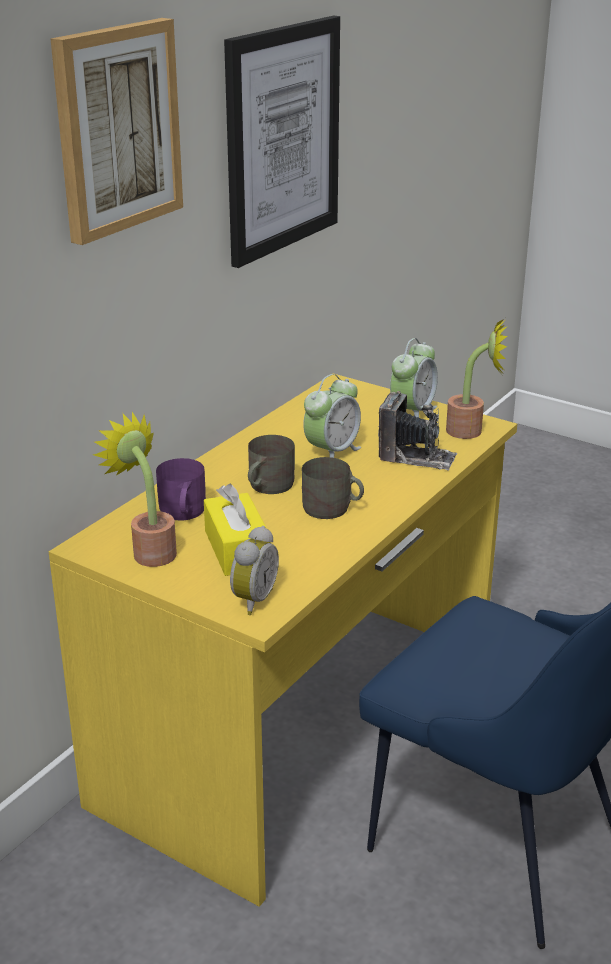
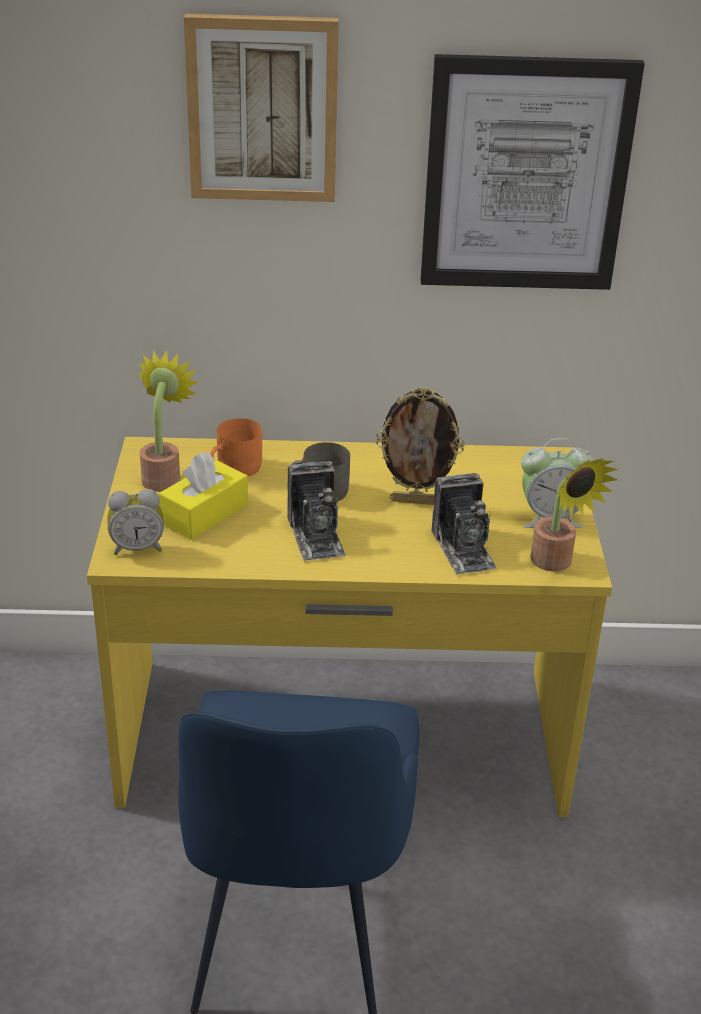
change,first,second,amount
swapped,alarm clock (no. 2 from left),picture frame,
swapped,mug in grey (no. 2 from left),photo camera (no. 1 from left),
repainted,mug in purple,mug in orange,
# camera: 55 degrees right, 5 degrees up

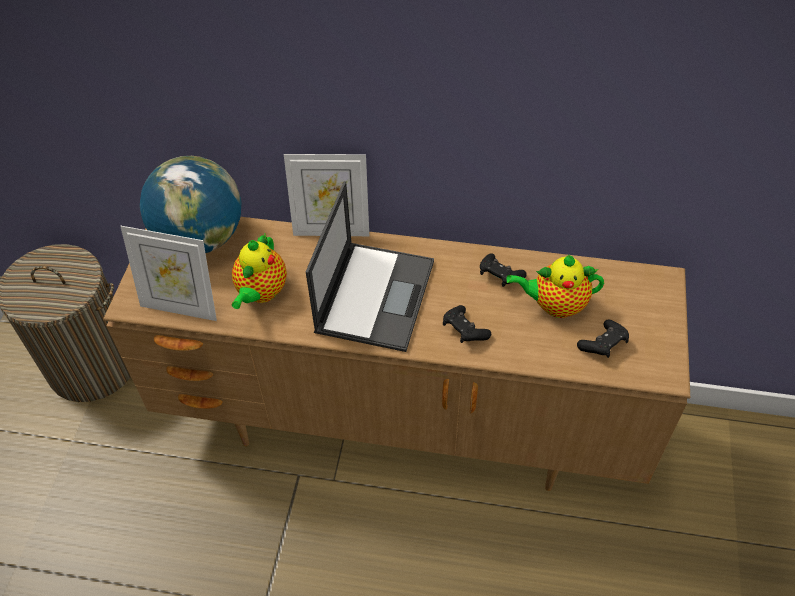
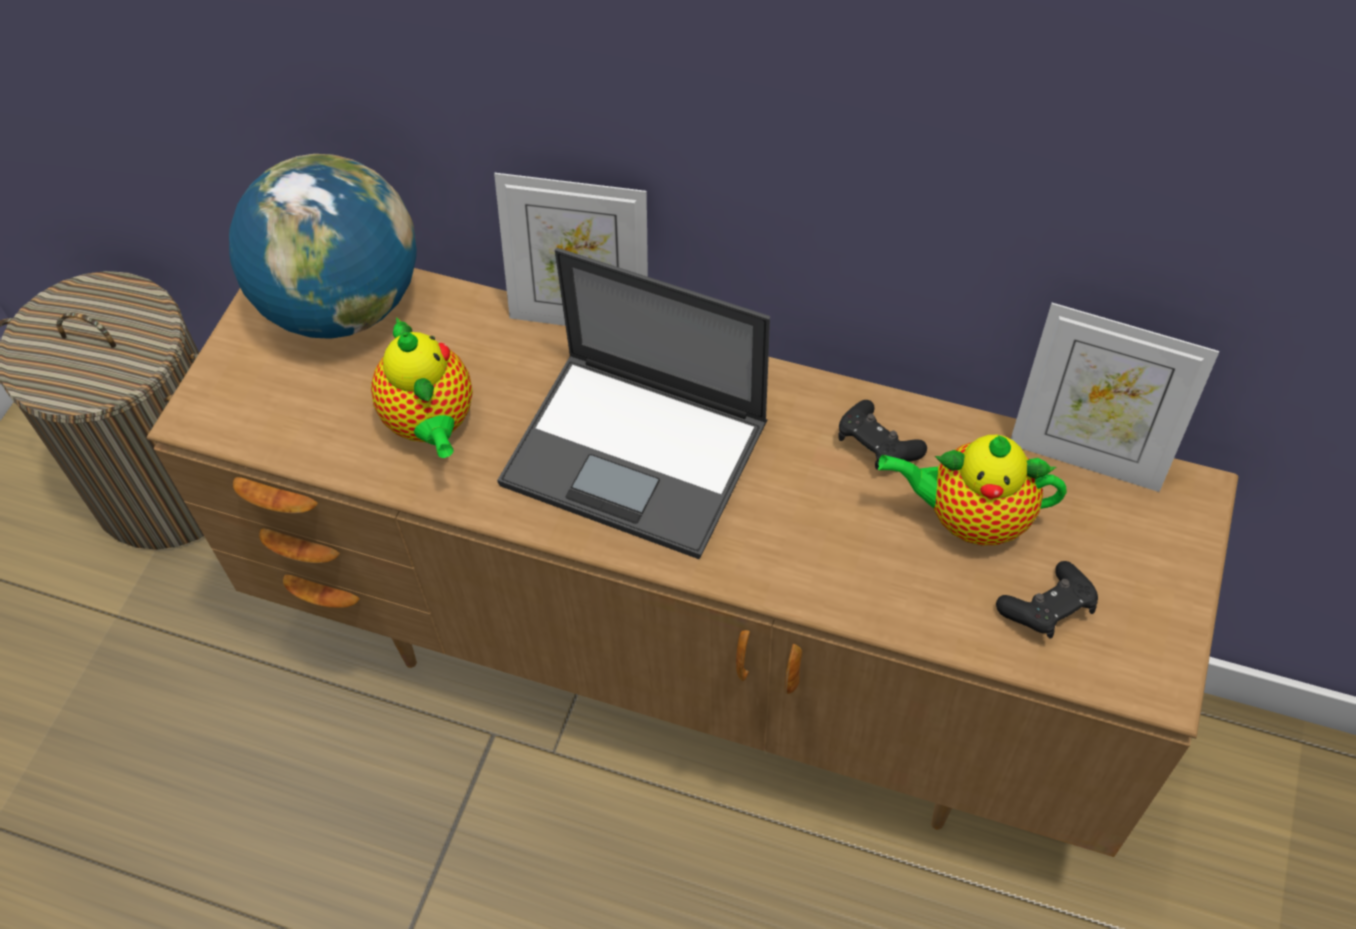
change,first,second,amount
rotated,laptop,,90 degrees clockwise
shifted,picture frame (no. 1 from left in the first image),picture frame (no. 2 from left),
rotated,teapot (no. 1 from left),,45 degrees counterclockwise
gone,game controller in black (no. 1 from left),,
# camera: 10 degrees right, 5 degrees up

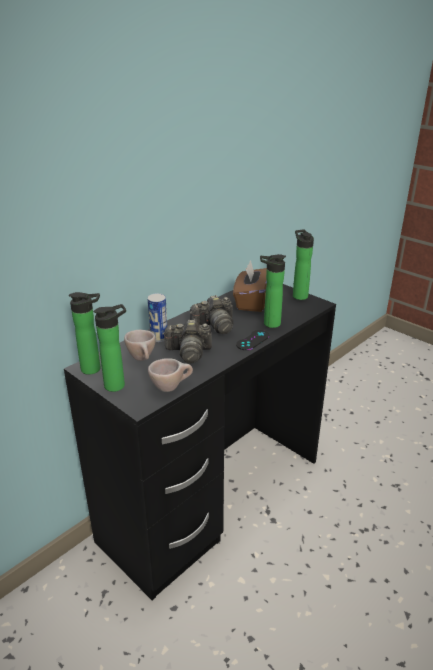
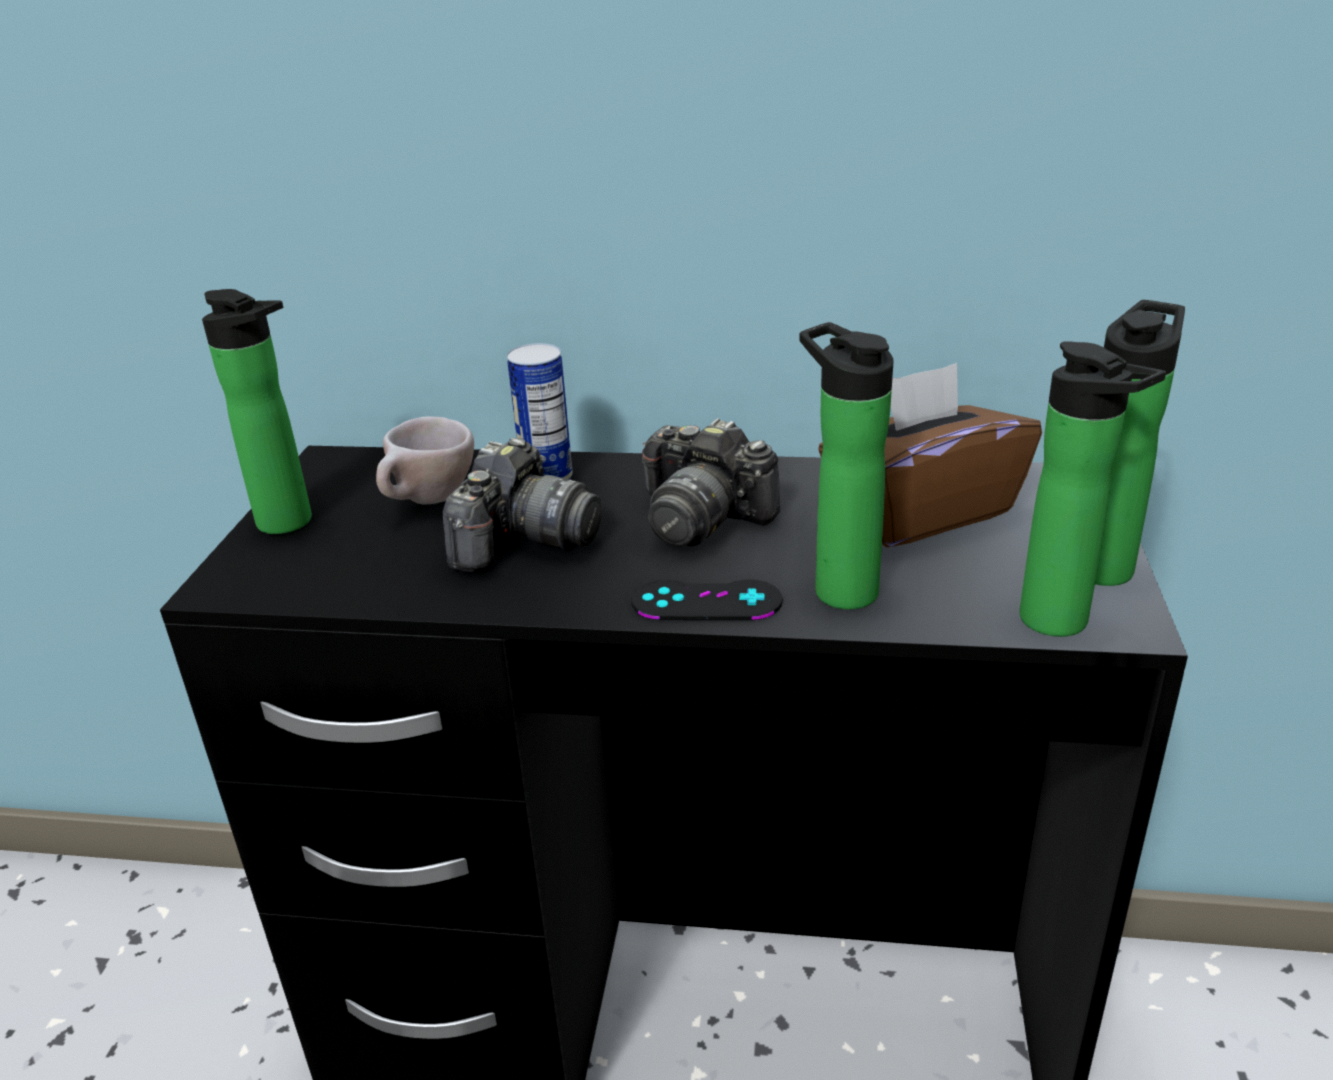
change,first,second,amount
shifted,bottle (no. 1 from left in the first image),bottle (no. 3 from left),
rotated,photo camera (no. 1 from left),,120 degrees counterclockwise
gone,cup in beige (no. 2 from left),,
# camera: 55 degrees right, 0 degrees up

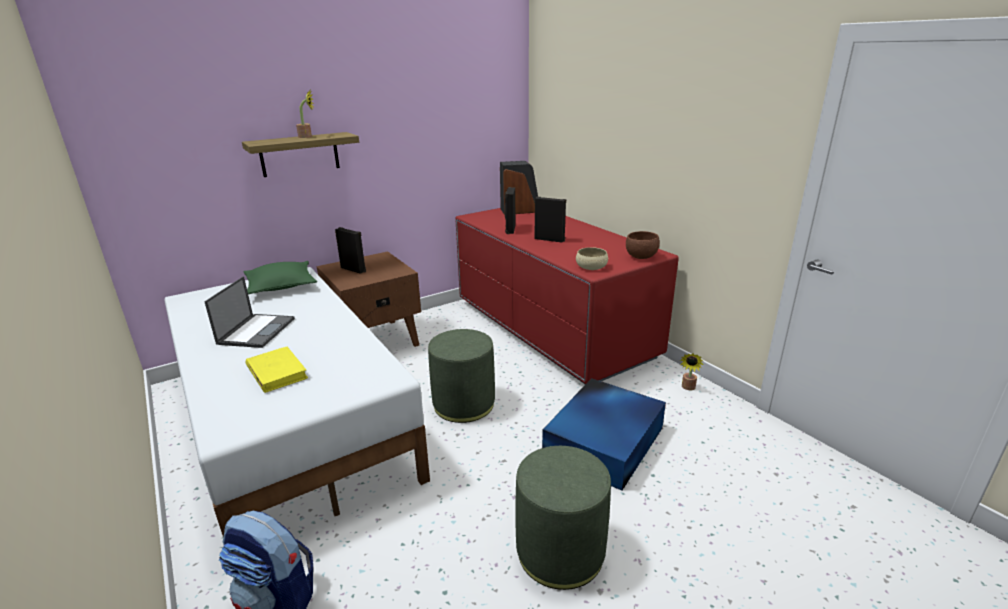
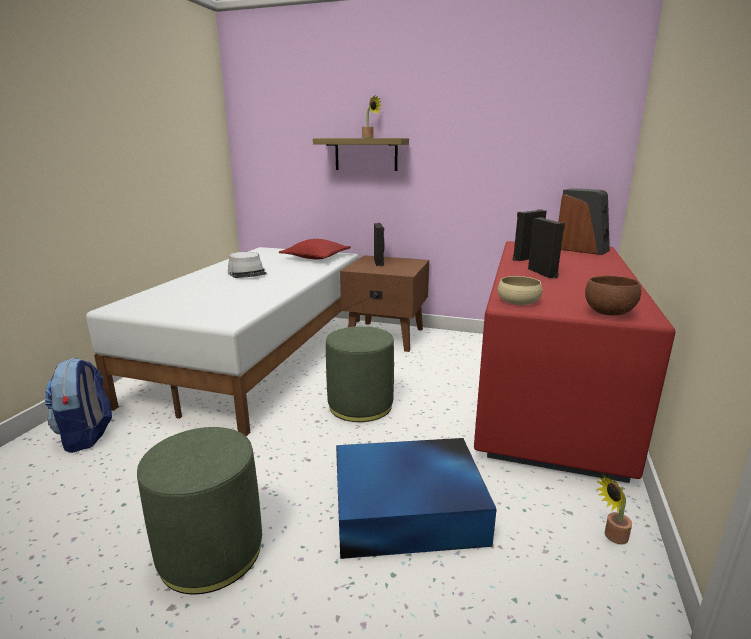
change,first,second,amount
repainted,pillow in green,pillow in red,
swapped,laptop,hat in grey,
gone,book in yellow,,
# camera: 50 degrees right, 5 degrees down

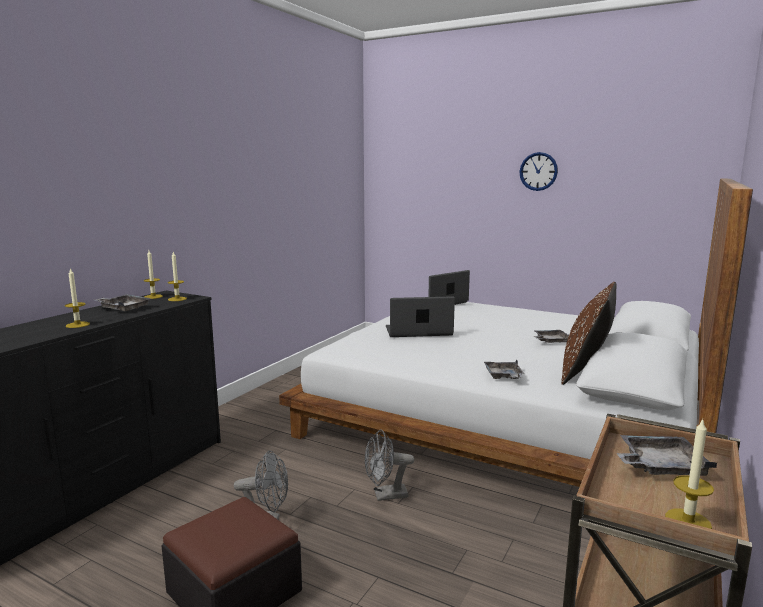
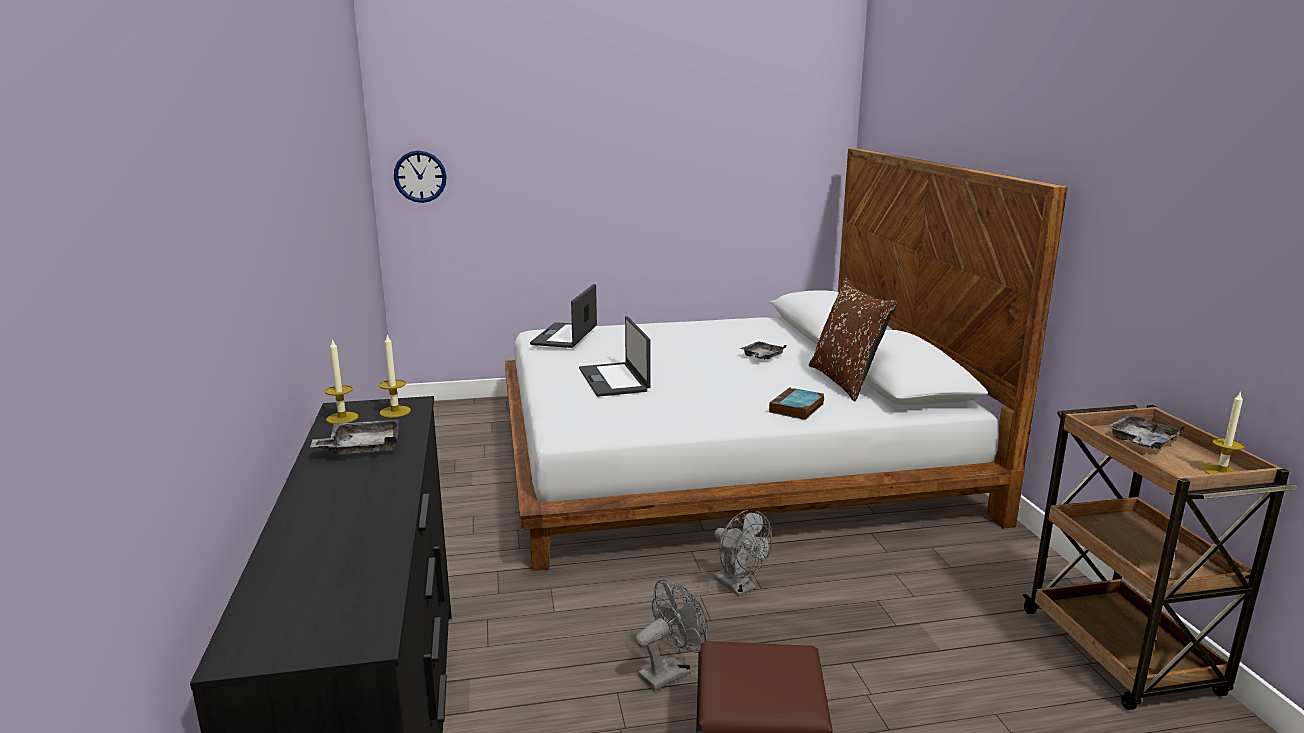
change,first,second,amount
shifted,wall clock,,
gone,candle (no. 1 from left),,
rotated,laptop (no. 1 from left in the first image),laptop (no. 2 from left),60 degrees counterclockwise
swapped,tray in grey (no. 2 from left),book,
rotated,fan in grey (no. 2 from left),,75 degrees counterclockwise
# camera: 40 degrees left, 5 degrees up

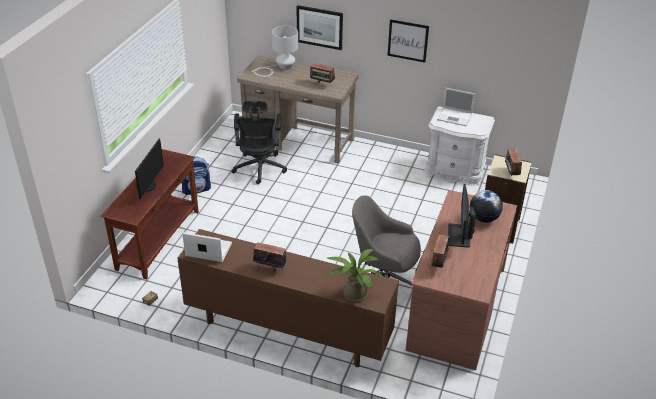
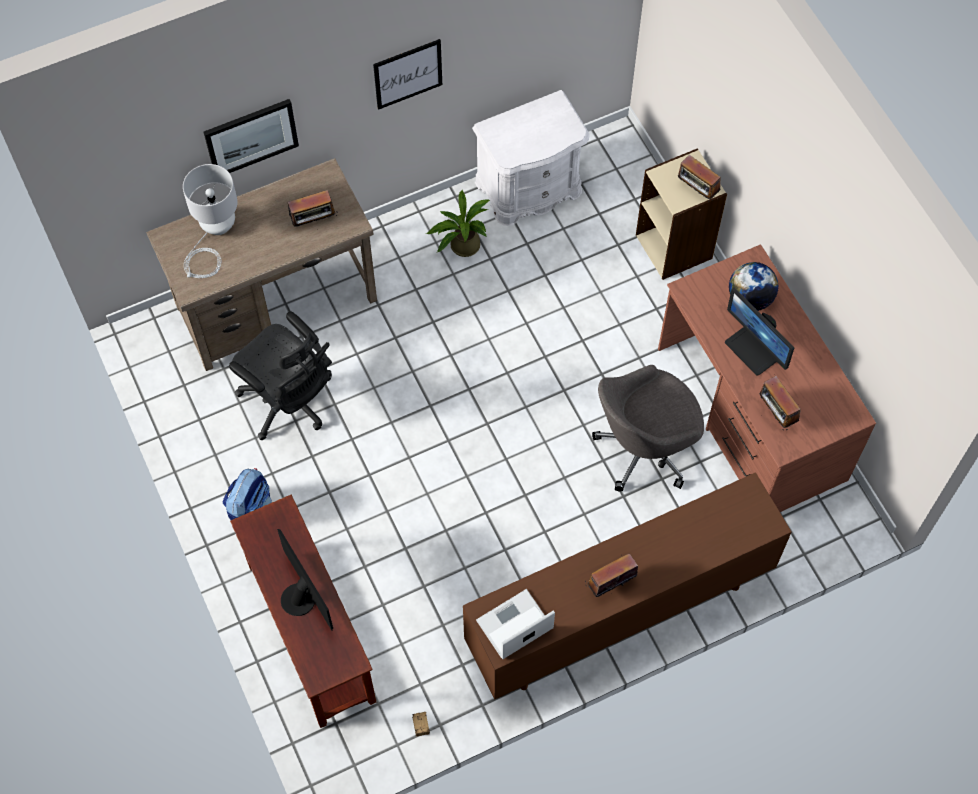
change,first,second,amount
gone,laptop (no. 2 from left),,
shifted,potted plant,,
# camera: 45 degrees left, 25 degrees up

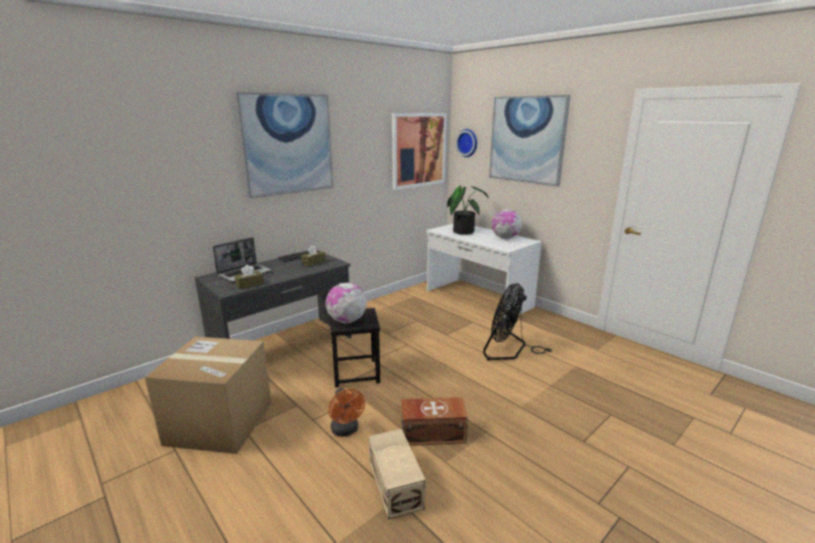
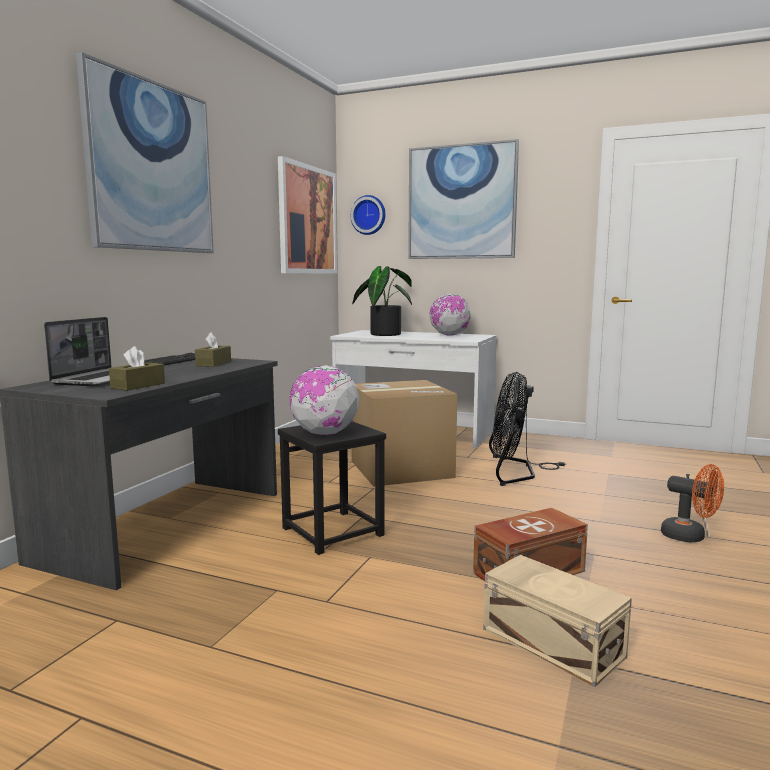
change,first,second,amount
shifted,cardboard box,,
shifted,fan in orange,,
# camera: 25 degrees left, 10 degrees down

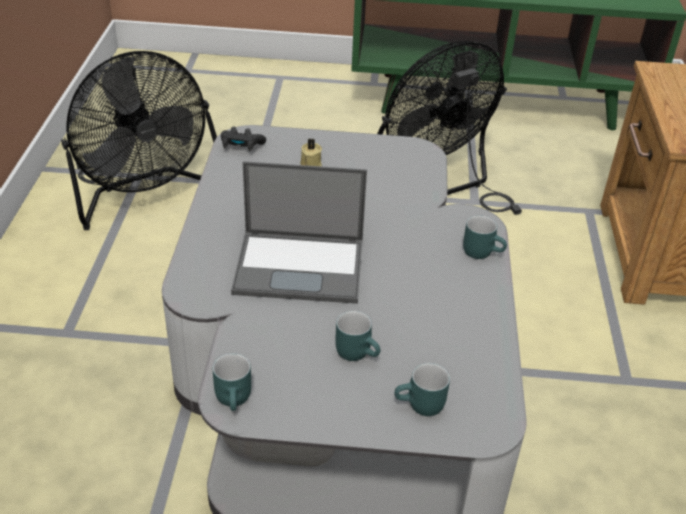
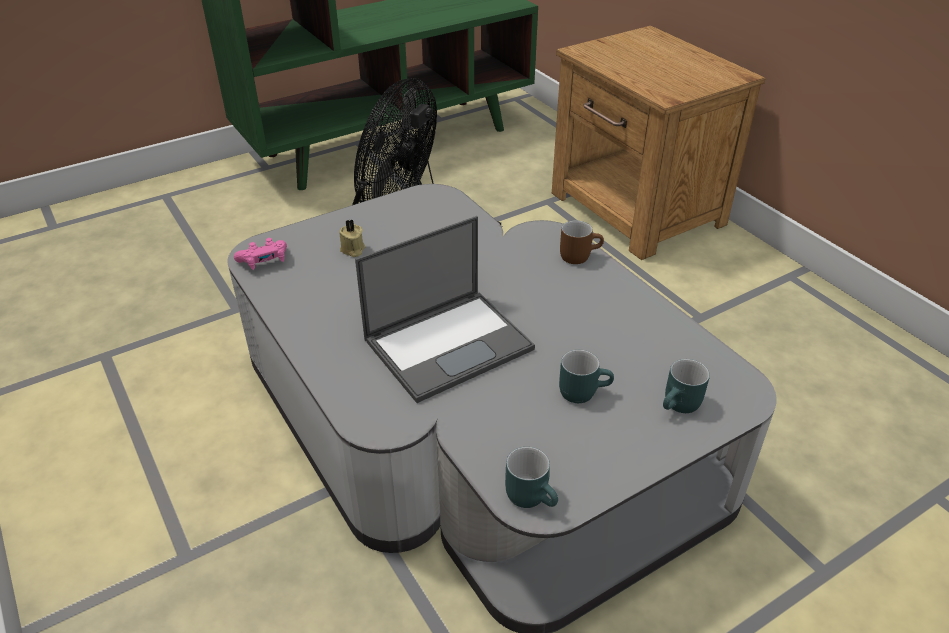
change,first,second,amount
gone,fan in black (no. 1 from left),,
repainted,game controller in black,game controller in pink,
repainted,mug in turquoise (no. 4 from left),mug in brown,
# camera: 35 degrees left, 0 degrees up

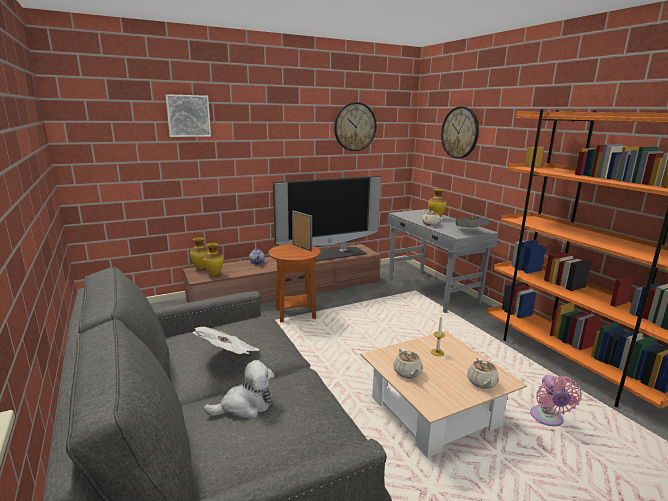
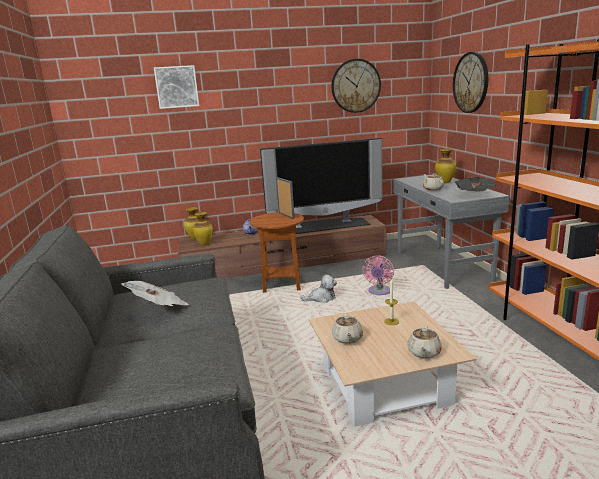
change,first,second,amount
shifted,plush toy,,
shifted,fan in pink,,
# camera: 15 degrees right, 0 degrees up

